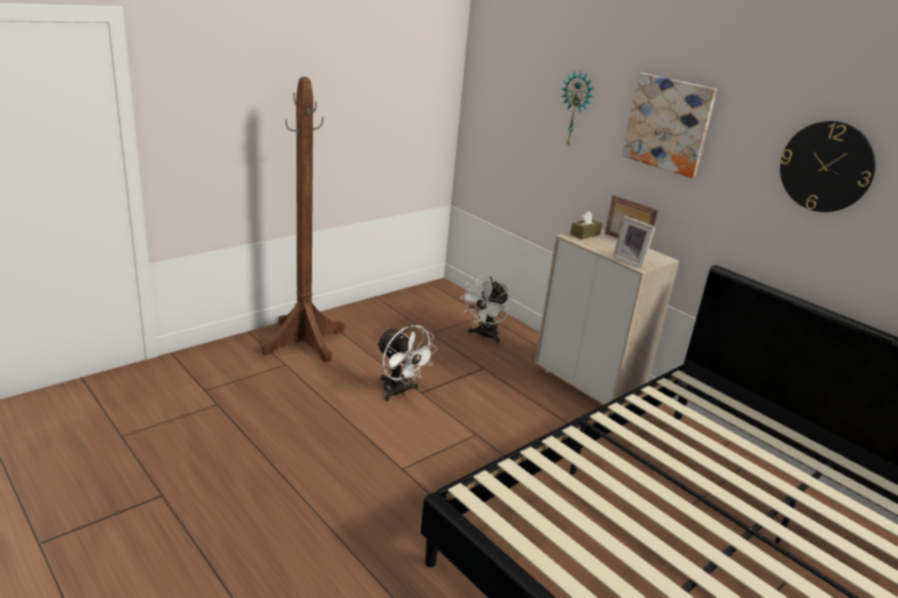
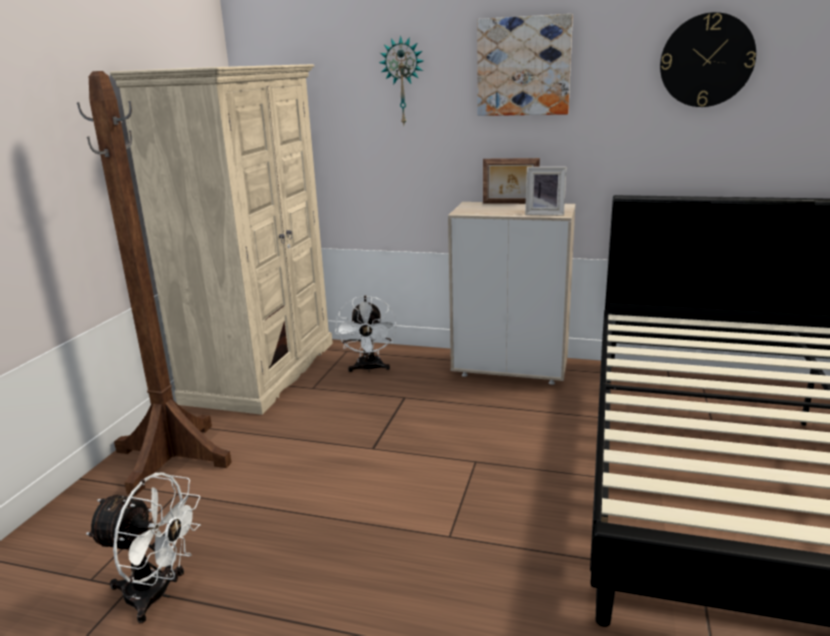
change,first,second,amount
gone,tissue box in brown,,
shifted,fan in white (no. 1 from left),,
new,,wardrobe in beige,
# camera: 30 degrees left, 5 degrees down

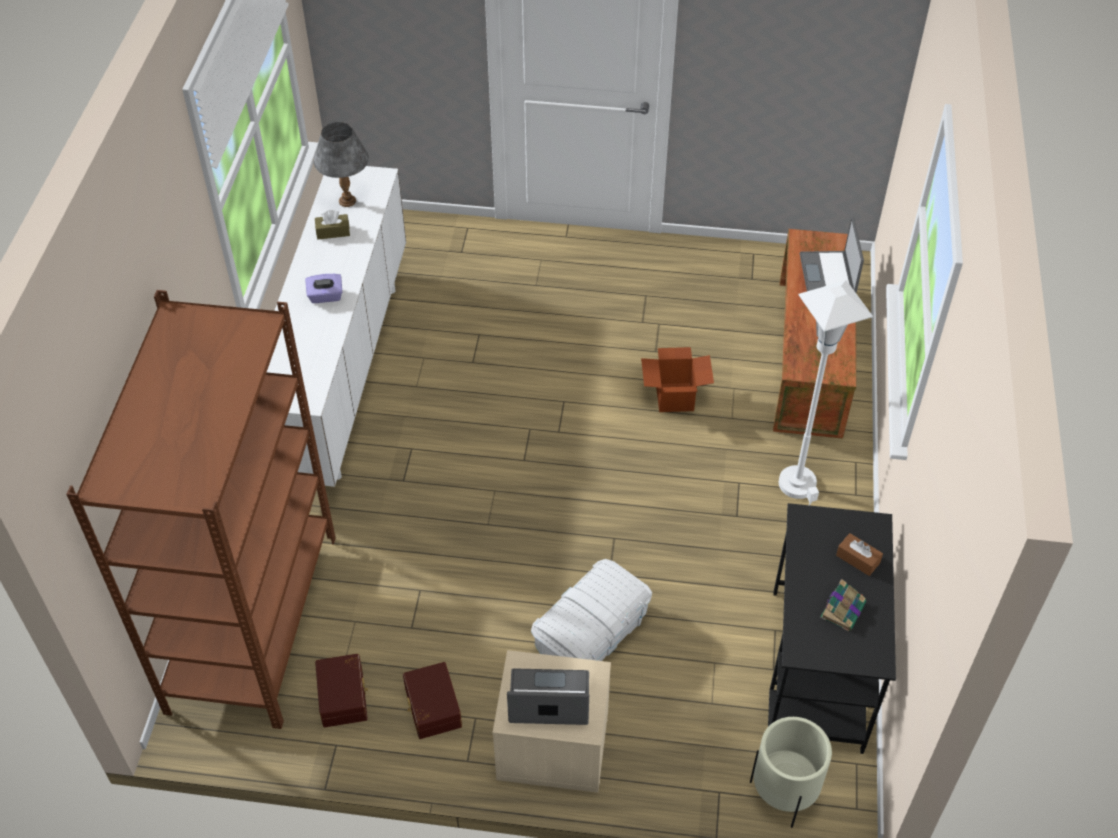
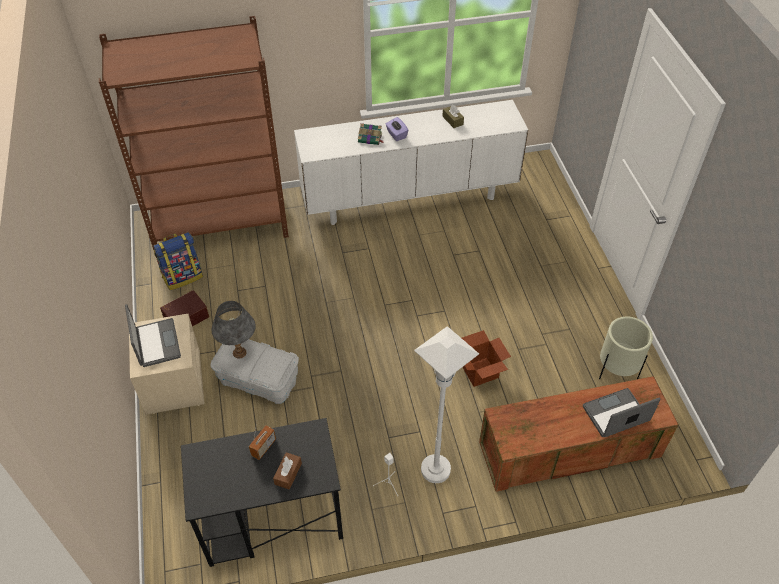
change,first,second,amount
shifted,table lamp in grey,,
shifted,book,,
swapped,storage box in brown (no. 1 from left),backpack,
shifted,planter in beige,,
new,,radio,
# camera: 70 degrees right, 0 degrees up

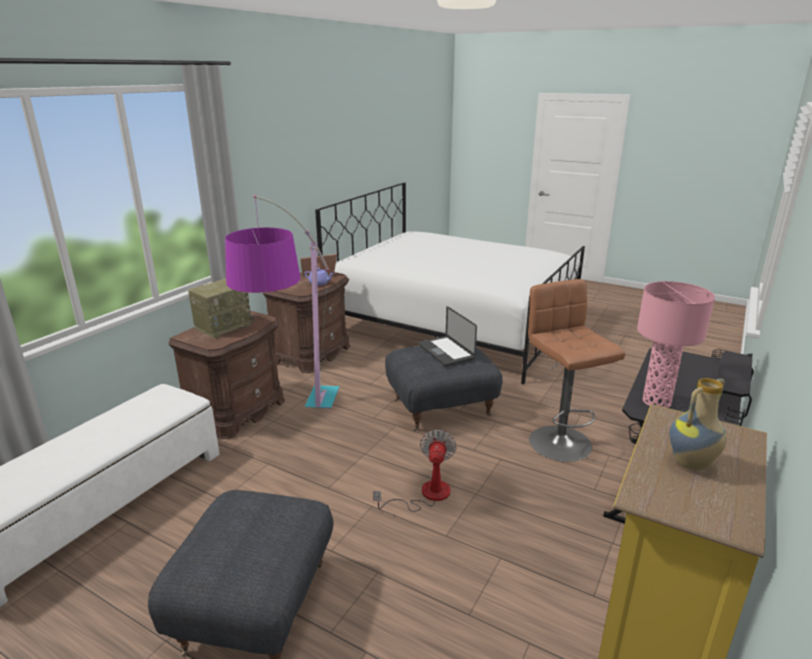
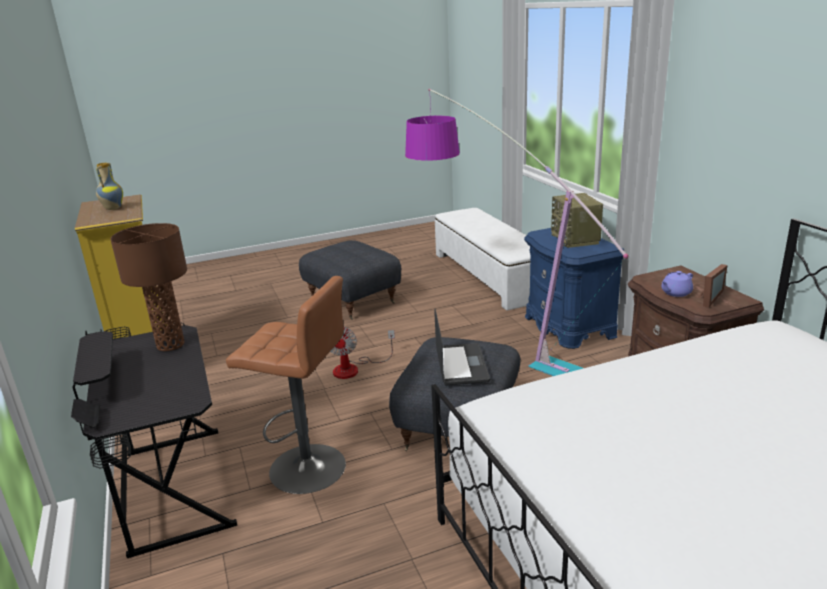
change,first,second,amount
repainted,table lamp in pink,table lamp in brown,
rotated,laptop,,75 degrees clockwise
repainted,nightstand in brown (no. 1 from left),nightstand in blue,
rotated,fan,,45 degrees clockwise
# camera: 130 degrees right, 0 degrees up

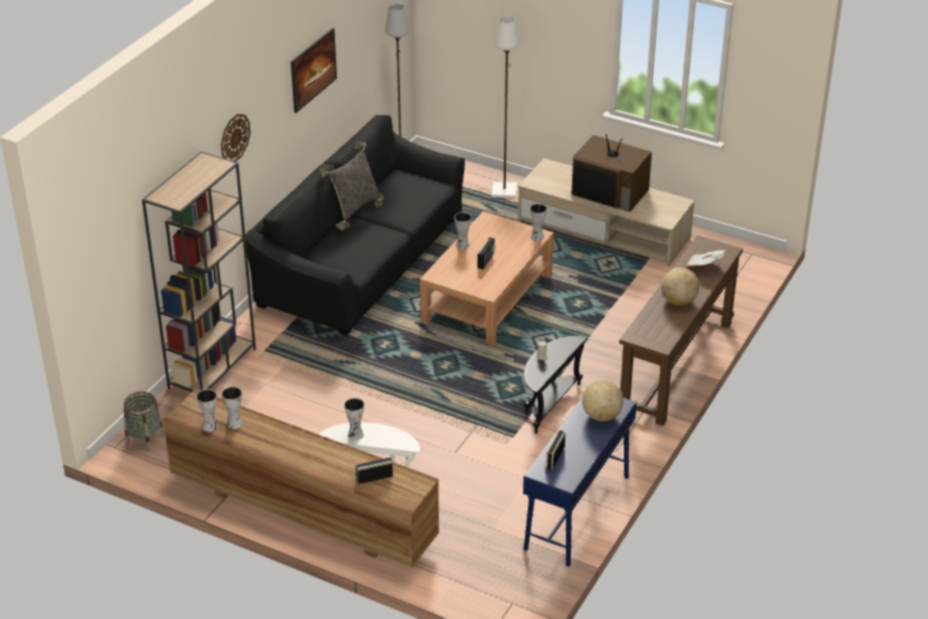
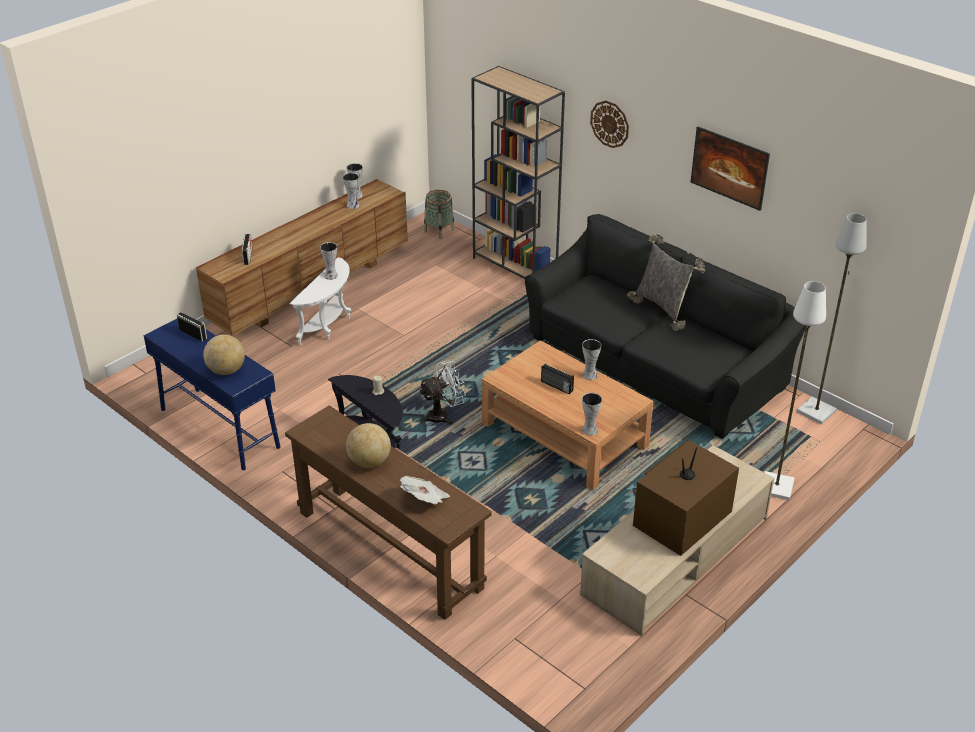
change,first,second,amount
new,,fan in white,
# camera: 105 degrees right, 0 degrees up

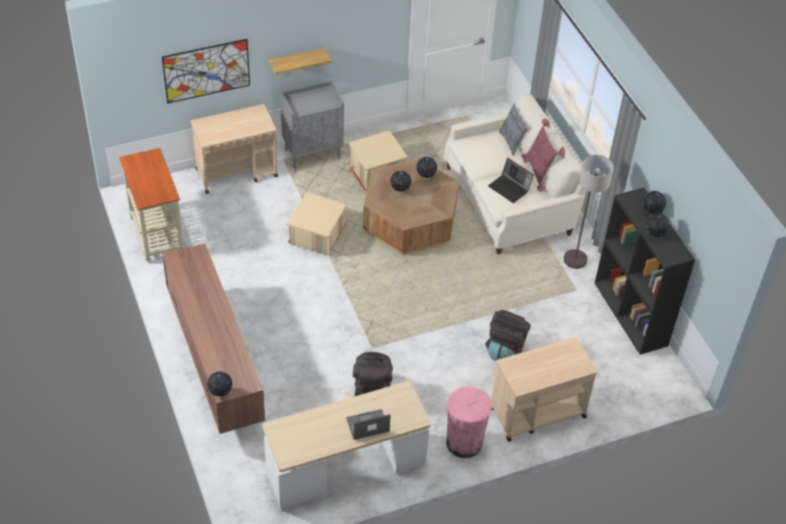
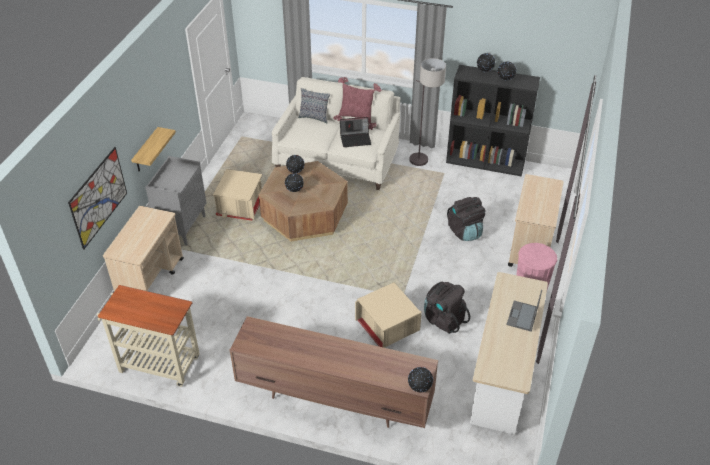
change,first,second,amount
shifted,storage box in beige (no. 1 from left in the first image),storage box in beige (no. 2 from left),
# camera: 50 degrees left, 5 degrees down

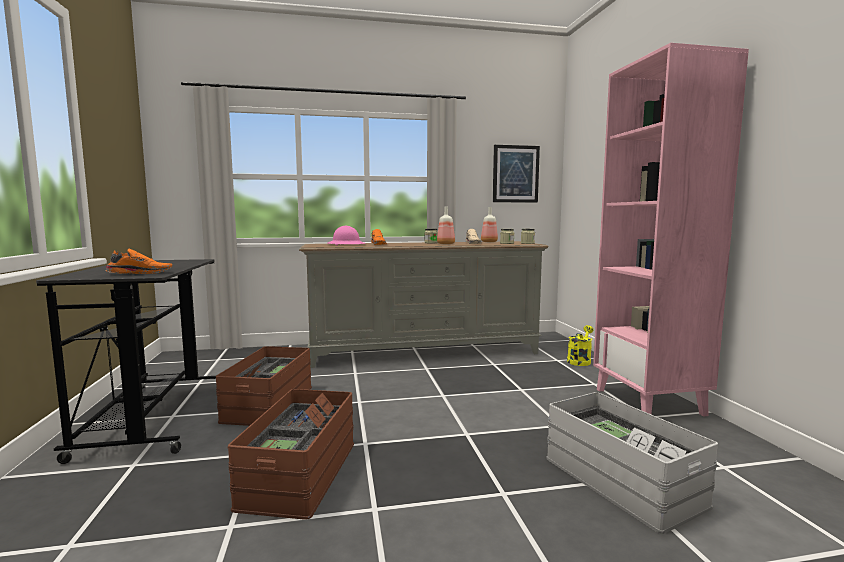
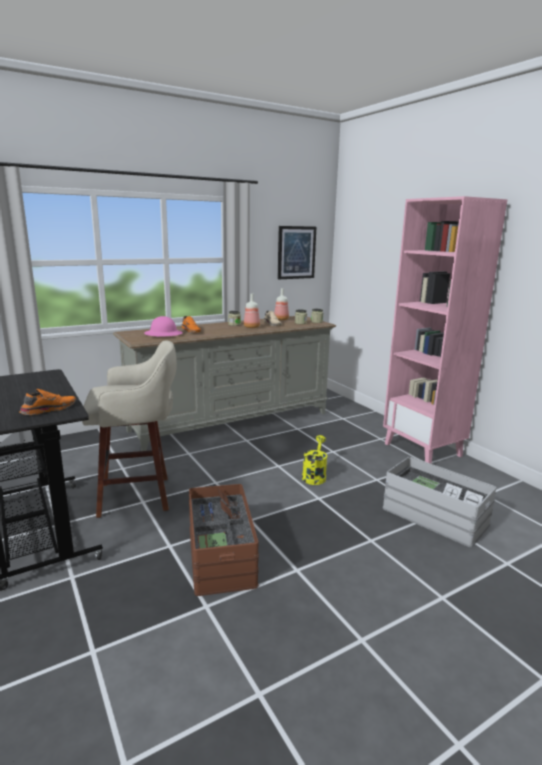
change,first,second,amount
shifted,watering can in yellow,,
swapped,storage box in brown (no. 1 from left),stool in beige,
# camera: 20 degrees left, 10 degrees up

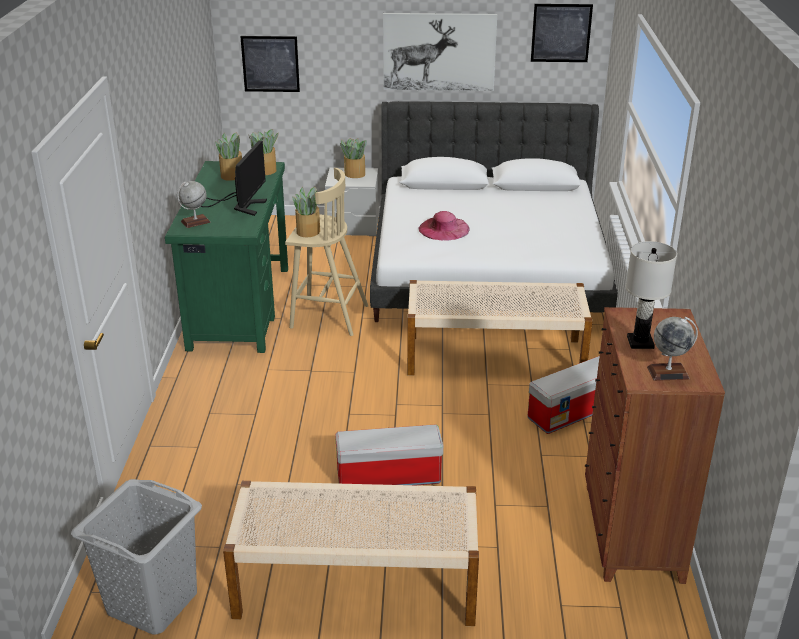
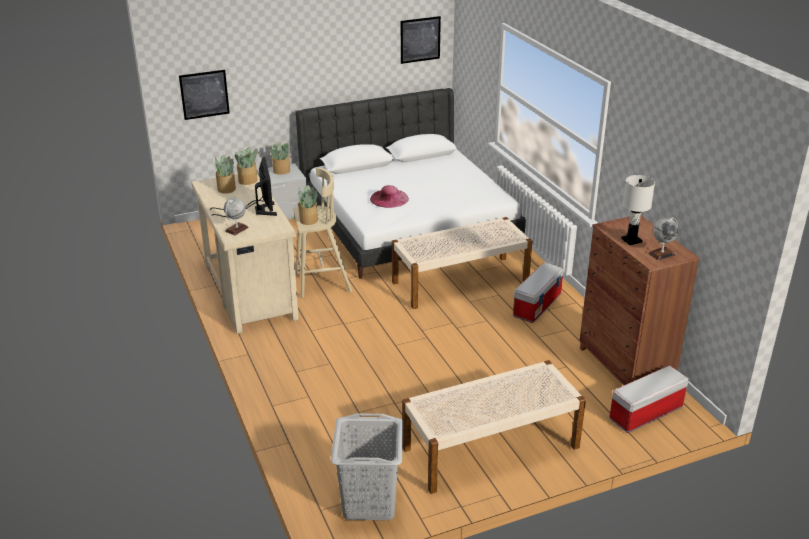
change,first,second,amount
gone,picture (no. 2 from left),,
repainted,desk in green,desk in beige,
shifted,storage box (no. 1 from left in the first image),storage box (no. 2 from left),
# camera: 25 degrees left, 0 degrees up

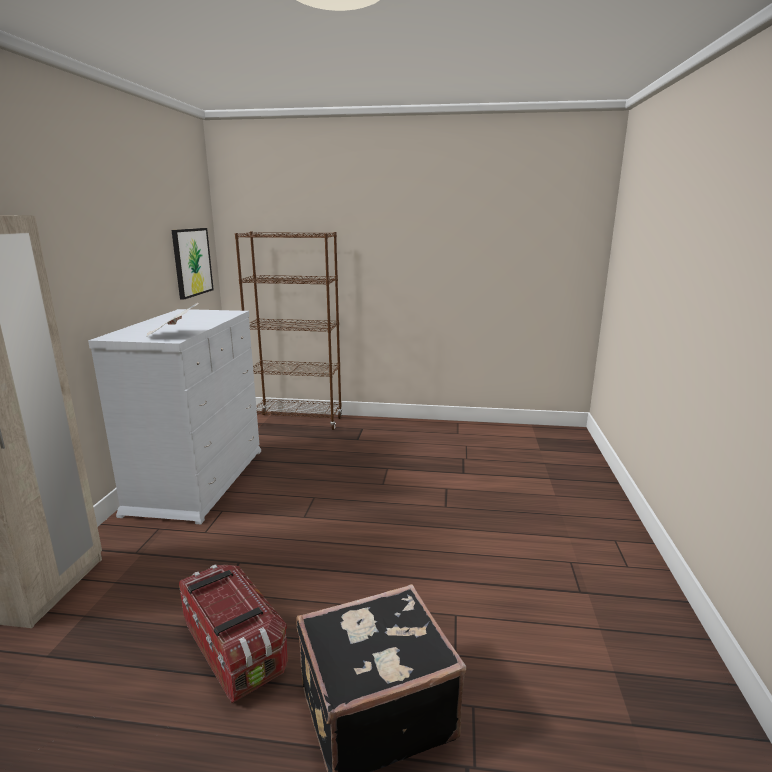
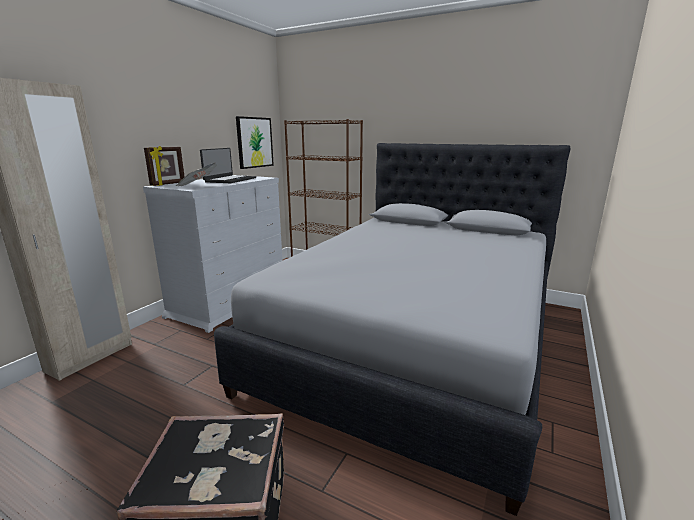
change,first,second,amount
gone,storage box,,
new,,bed in grey,
new,,picture frame,
new,,laptop,
# camera: 20 degrees right, 0 degrees up

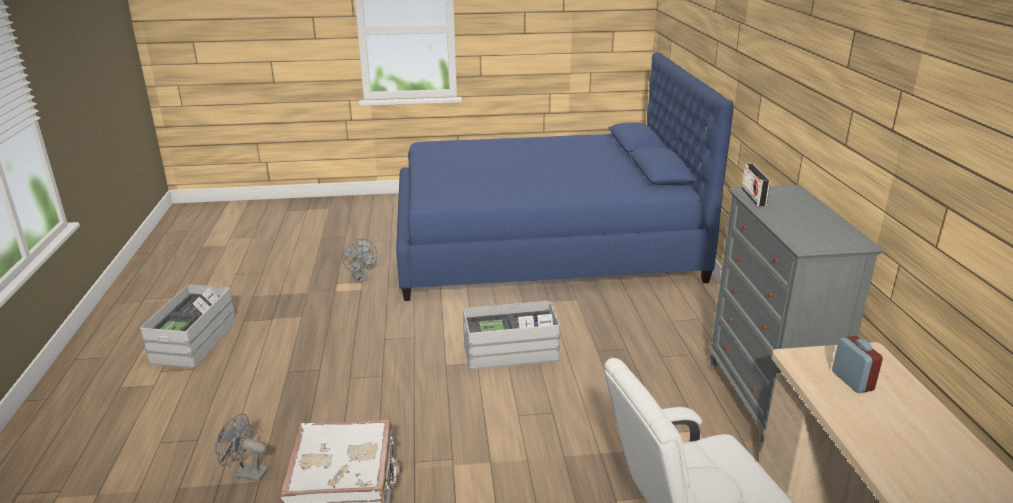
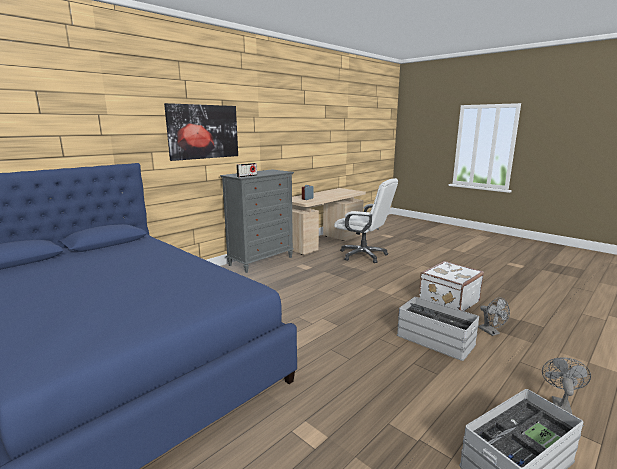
change,first,second,amount
shifted,fan in grey (no. 2 from left),,
shifted,storage box in grey (no. 2 from left in the first image),storage box in grey (no. 1 from left),
new,,picture,
# camera: 130 degrees left, 10 degrees down

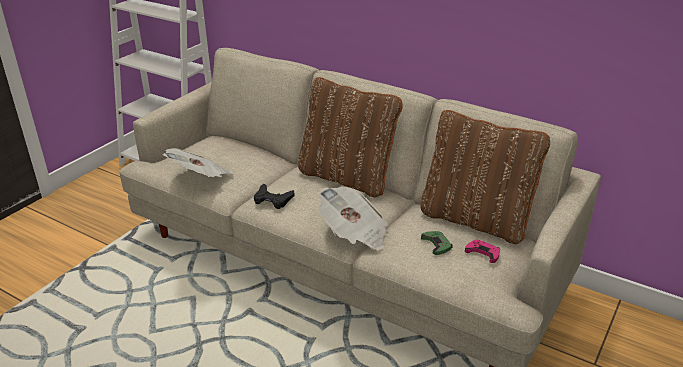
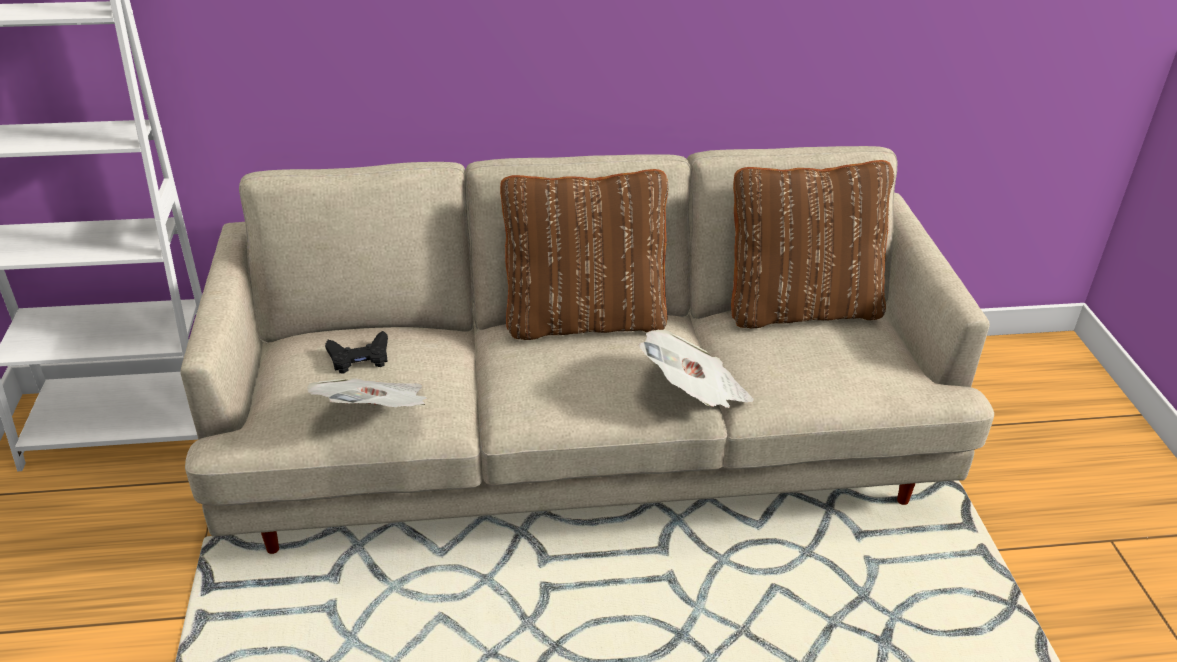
change,first,second,amount
shifted,game controller in black,,
gone,game controller in green,,
gone,game controller in pink,,
# camera: 40 degrees left, 5 degrees up

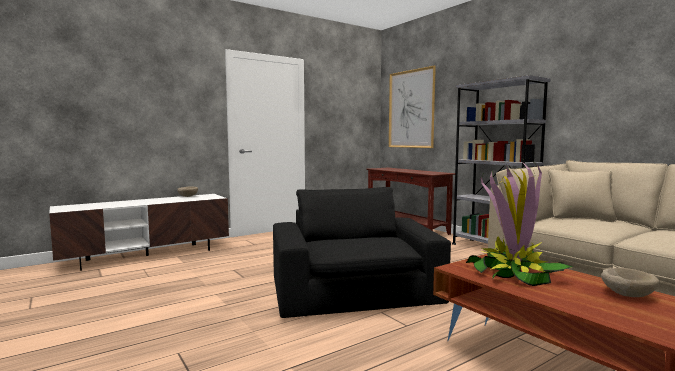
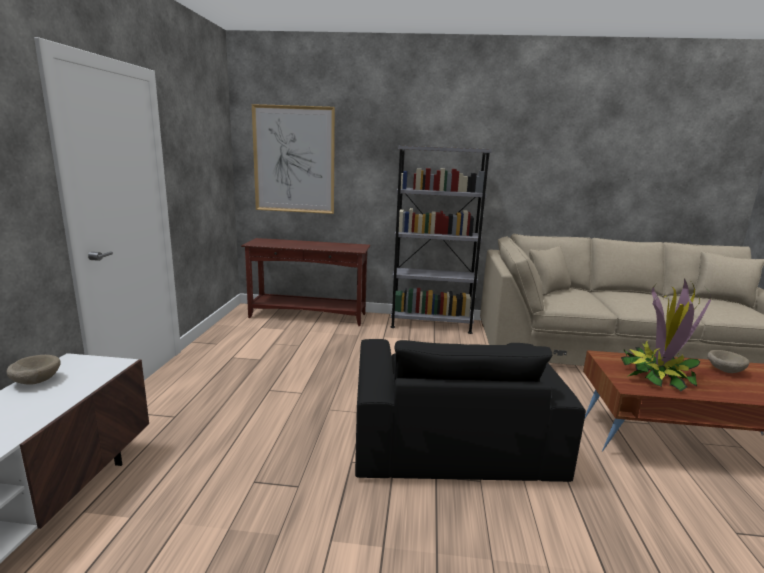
change,first,second,amount
rotated,armchair in black,,120 degrees counterclockwise
# camera: 50 degrees left, 10 degrees up

